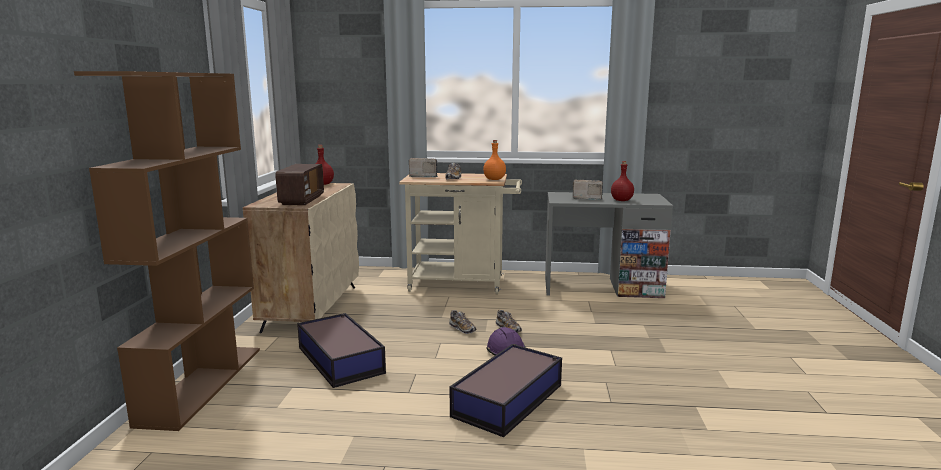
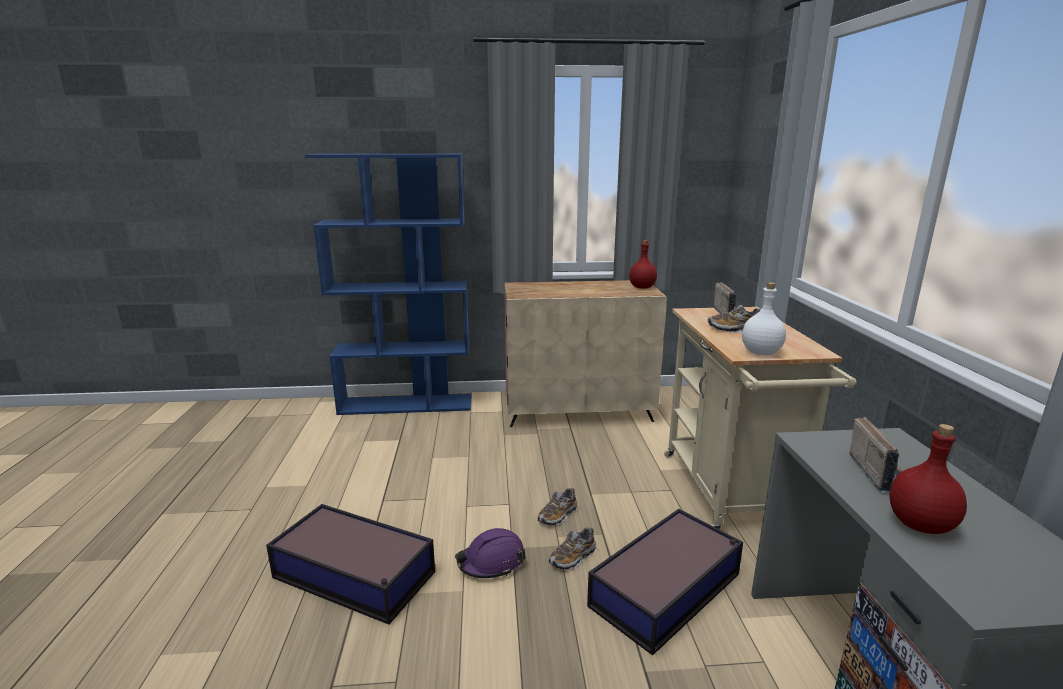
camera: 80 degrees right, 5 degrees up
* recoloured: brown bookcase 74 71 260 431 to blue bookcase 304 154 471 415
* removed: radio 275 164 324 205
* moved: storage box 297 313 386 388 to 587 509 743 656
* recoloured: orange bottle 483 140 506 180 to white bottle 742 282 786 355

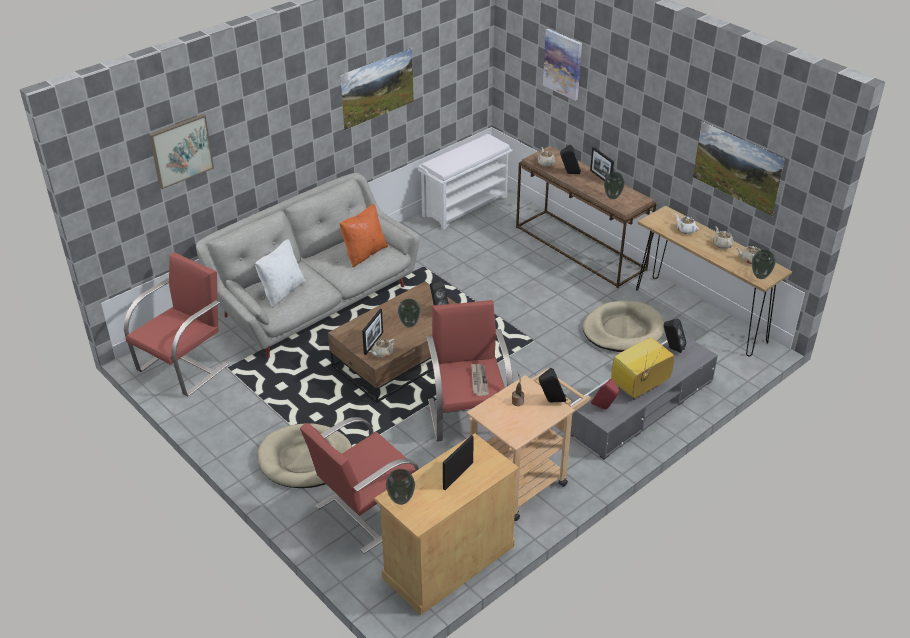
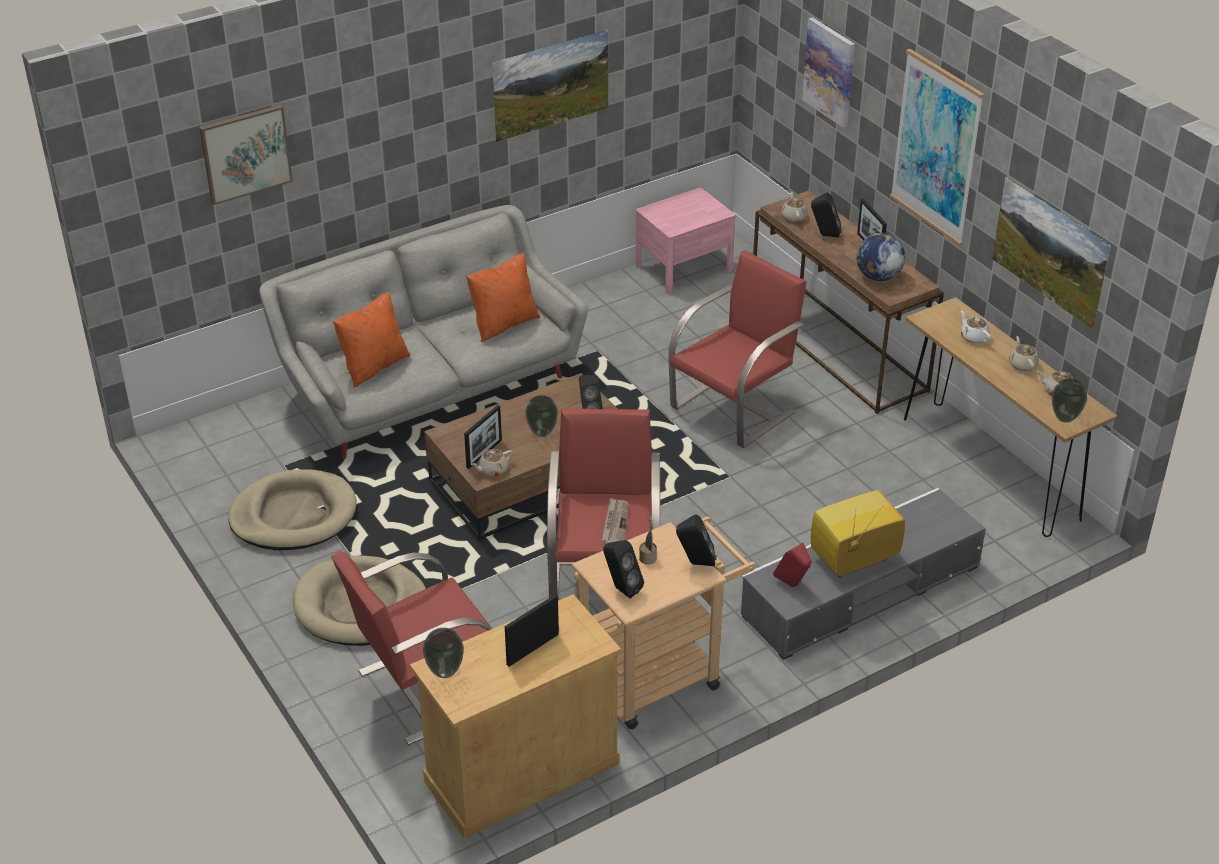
camera: 10 degrees right, 0 degrees up
* moved: red armchair 124 252 229 397 to 668 251 807 448
* recoloured: white pillow 255 239 306 308 to orange pillow 333 292 410 387
* replaced: white bench 418 134 513 230 to pink nightstand 636 188 735 294
* moved: beige dog bed 583 301 665 352 to 228 469 357 550
* replaced: vase 604 172 625 199 to globe 856 233 905 281
* moved: black speaker 664 319 686 353 to 603 540 644 599
* added: picture 890 49 985 246

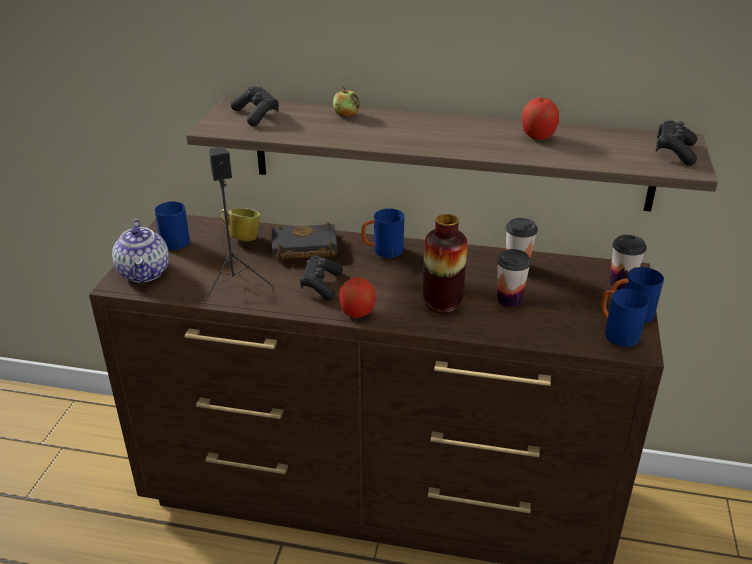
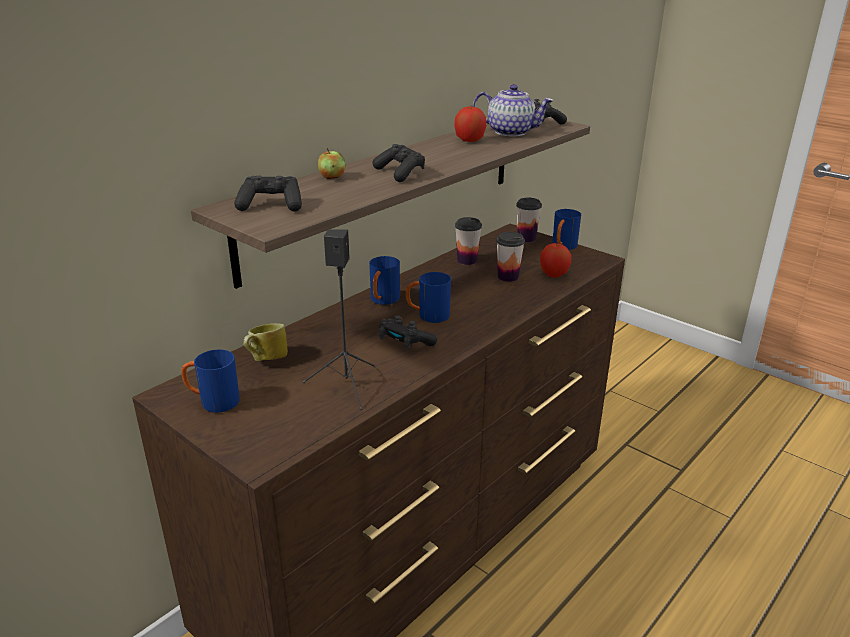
camera: 60 degrees left, 5 degrees down
* moved: teapot 112 219 169 282 to 473 84 553 137
* removed: black book 272 222 337 260
* moved: apple 339 277 376 318 to 540 243 571 278
* removed: vase 423 214 467 313
* moved: blue mug 601 289 649 347 to 406 272 451 323
* added: black game controller 373 144 425 182

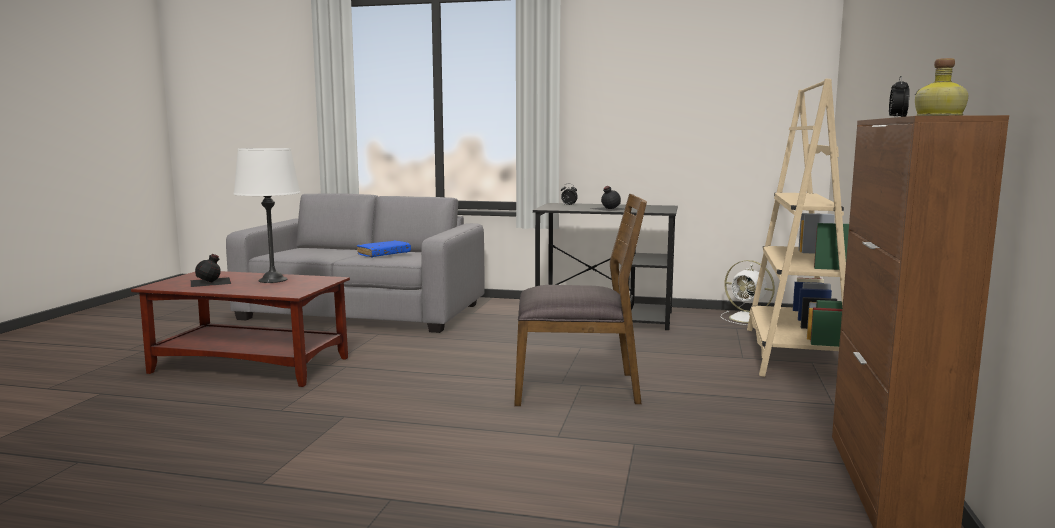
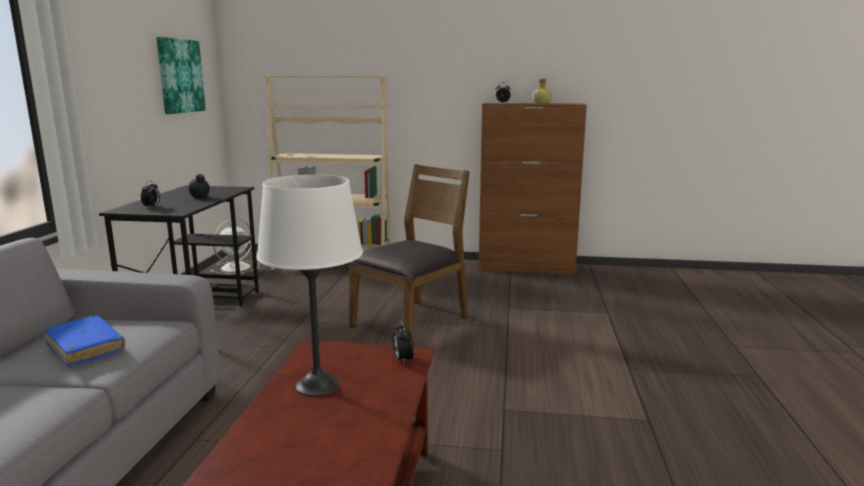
camera: 95 degrees left, 5 degrees up
* removed: black bottle 191 254 231 287
* turned: brown chair 514 193 647 406 = 349 164 470 335 45 degrees clockwise
* added: picture 156 37 206 114
* added: alarm clock 393 321 414 365

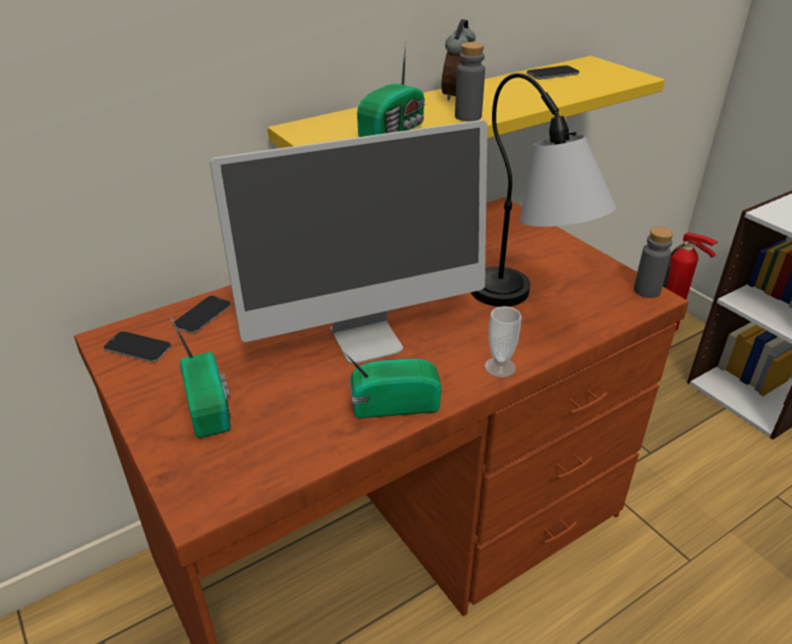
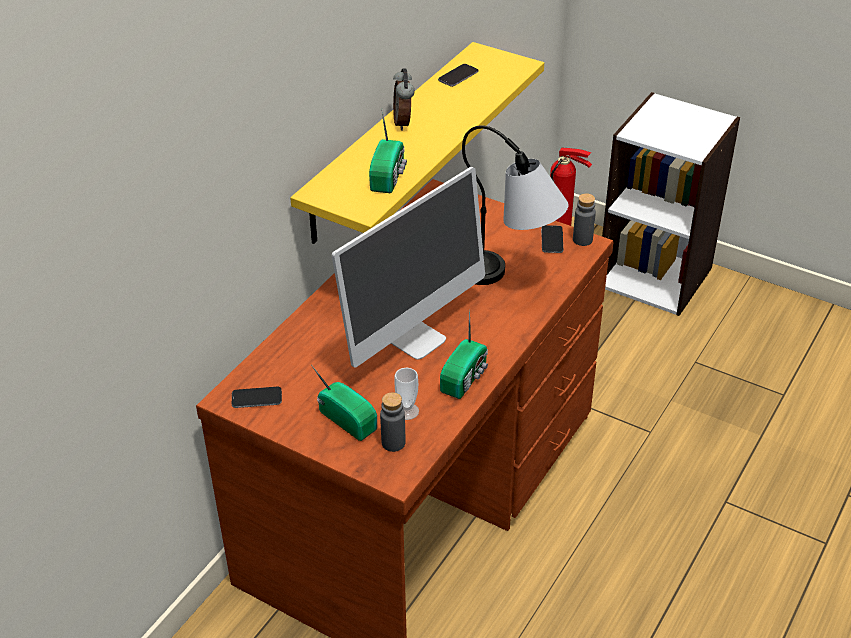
camera: 25 degrees left, 5 degrees up
* moved: phone 173 296 231 333 to 541 225 563 253
* turned: radio 344 352 442 418 = 440 309 488 399 150 degrees clockwise
* moved: grey bottle 455 42 485 121 to 380 392 405 452
* moved: cup 484 306 522 378 to 394 368 419 420

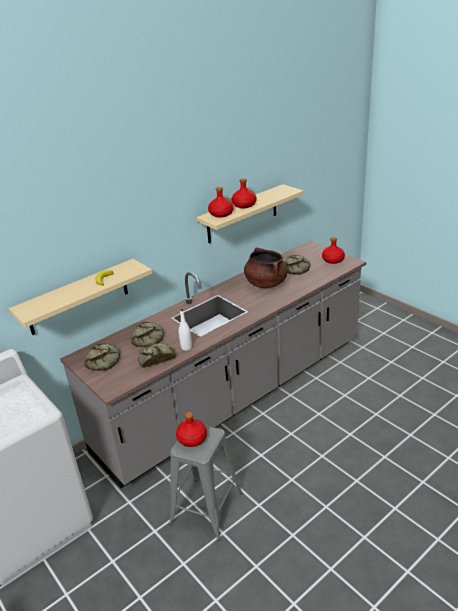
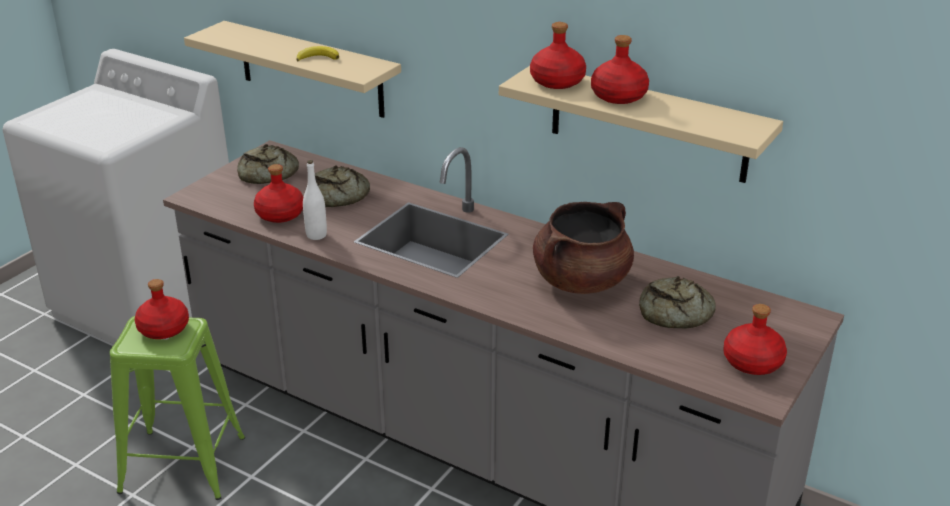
camera: 70 degrees right, 0 degrees up
* replaced: bread 138 343 176 368 to red bottle 254 164 303 223
* recoloured: grey stool 169 425 242 541 to green stool 110 316 245 500

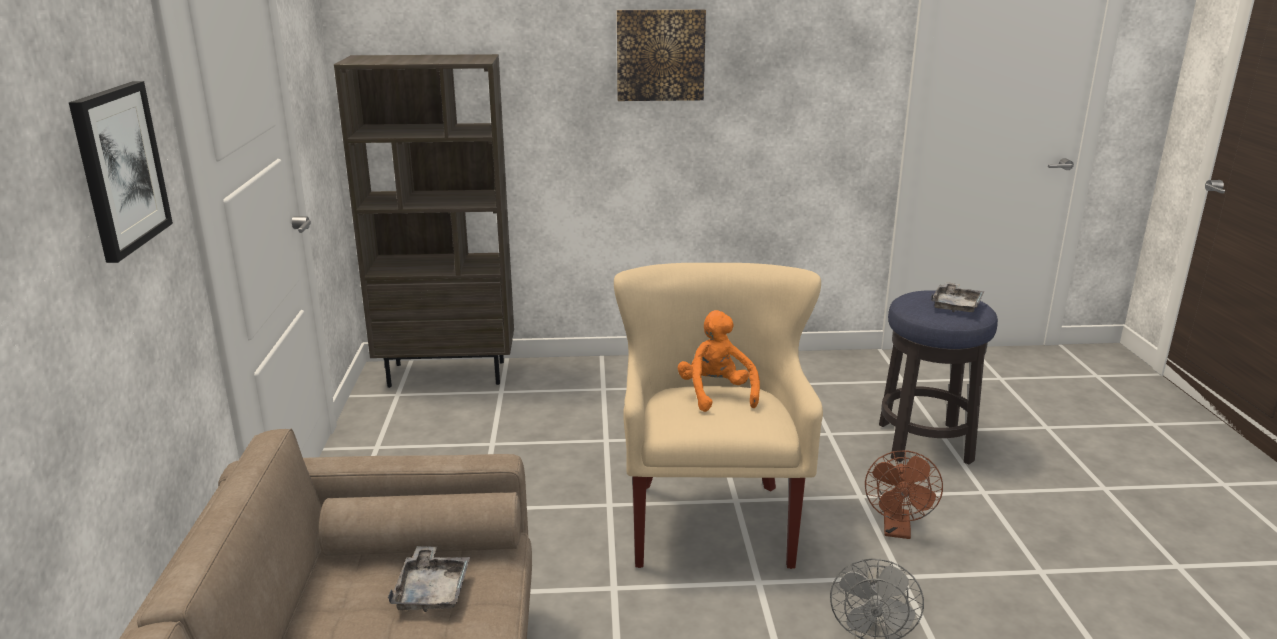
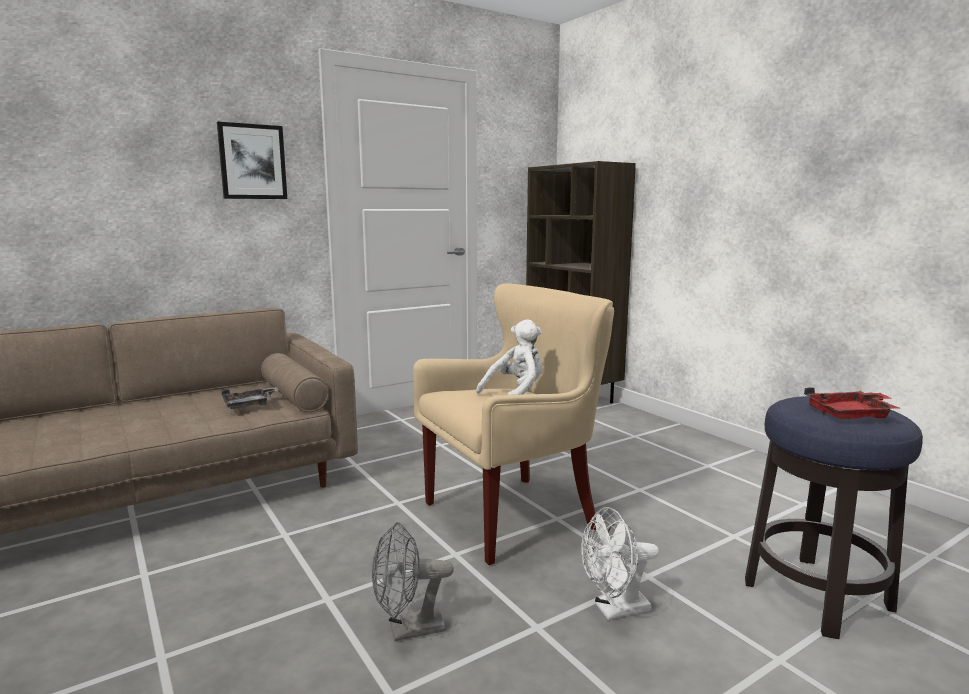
camera: 60 degrees right, 10 degrees down
* removed: picture 617 9 706 101
* recoloured: orange plush toy 678 310 760 412 to white plush toy 476 319 542 395
* recoloured: brown fan 865 450 943 539 to white fan 581 507 659 620
* recoloured: grey tray 931 282 984 312 to red tray 804 387 899 419

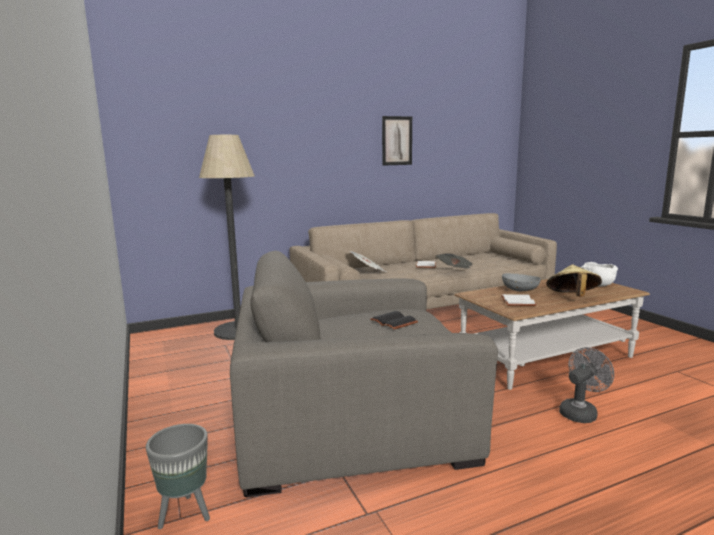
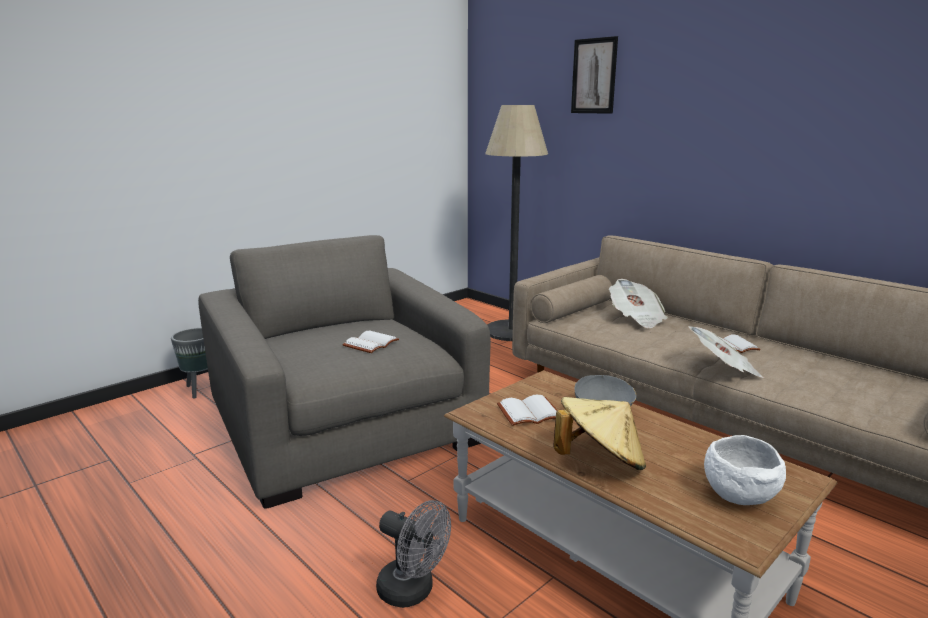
camera: 70 degrees right, 5 degrees up
* recoloured: black book 370 311 418 329 to white book 342 330 399 353
* moved: picture 382 116 412 166 to 571 36 618 114

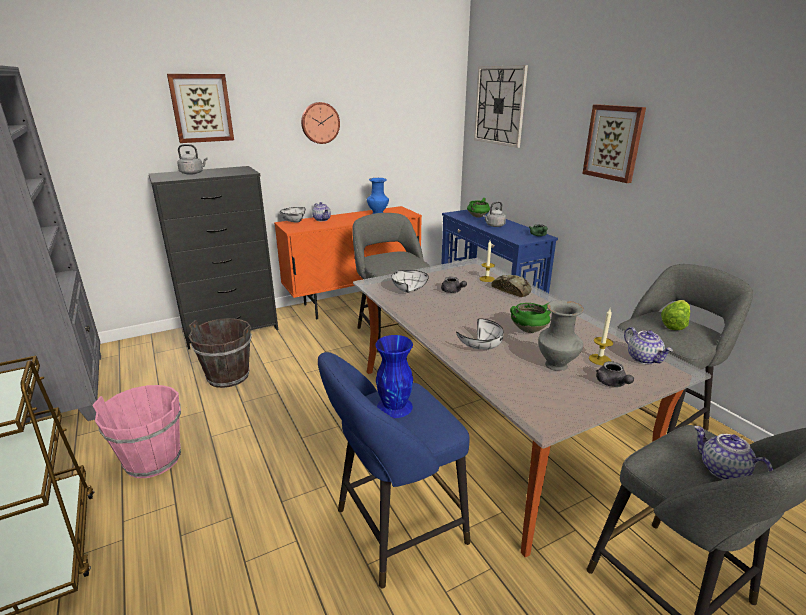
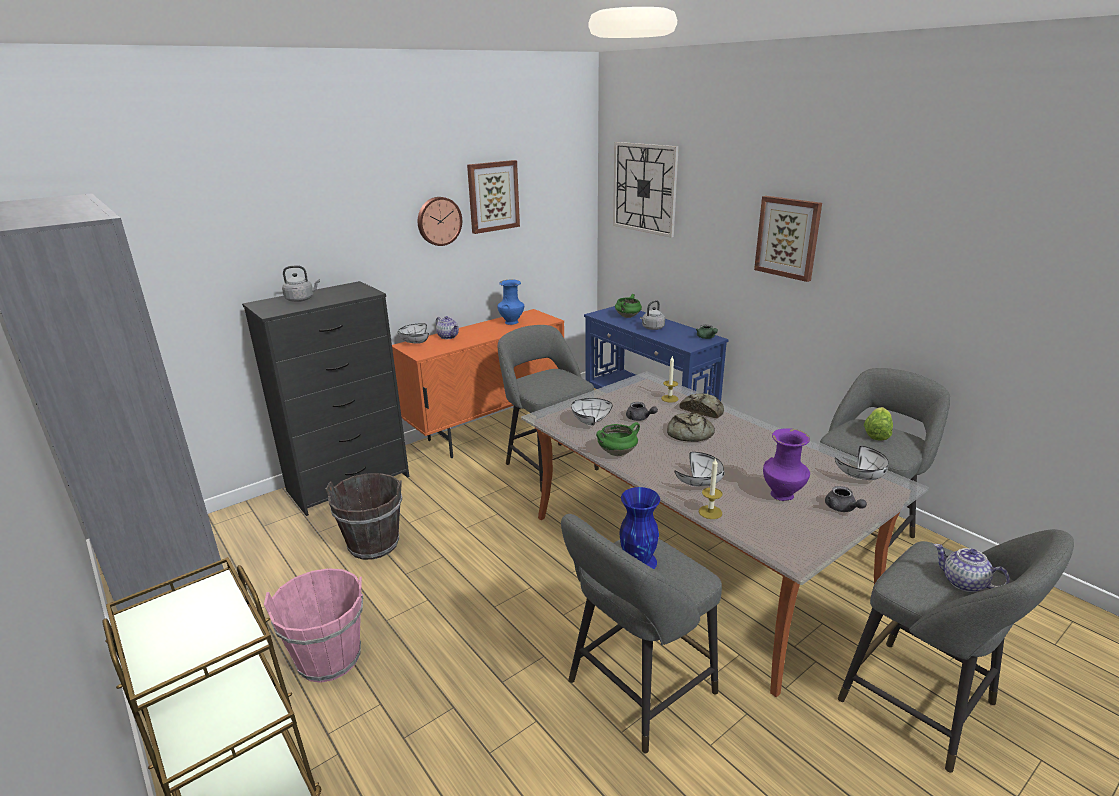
camera: 10 degrees left, 0 degrees up
* moved: picture 167 74 234 143 to 467 160 520 234
* recoloured: blue stool 318 352 470 588 to grey stool 561 514 722 753
* moved: green cooking pot 510 302 551 333 to 596 422 640 456
* recoloured: grey vase 538 300 584 370 to purple vase 763 428 810 501
* moved: candle 589 309 613 365 to 699 458 723 519
* replaced: teapot 624 327 673 364 to white bowl 835 446 888 480
* added: bread 667 412 715 442

